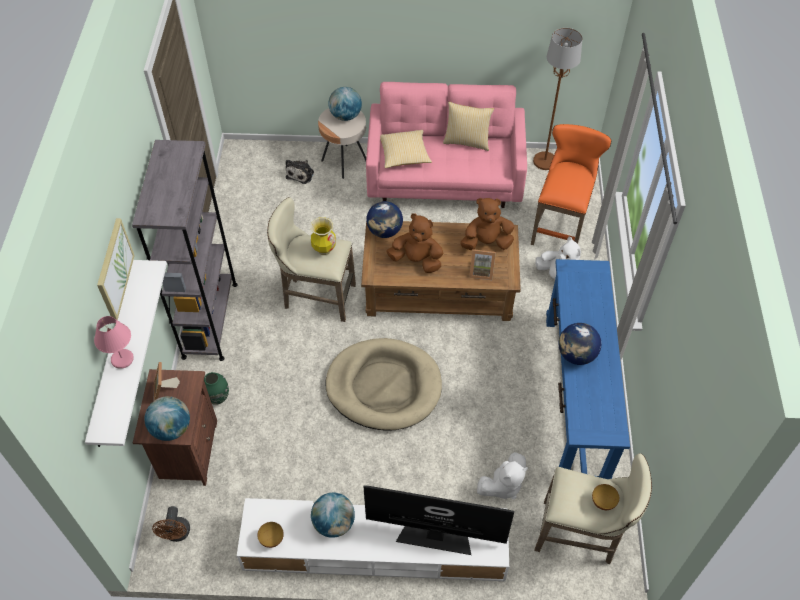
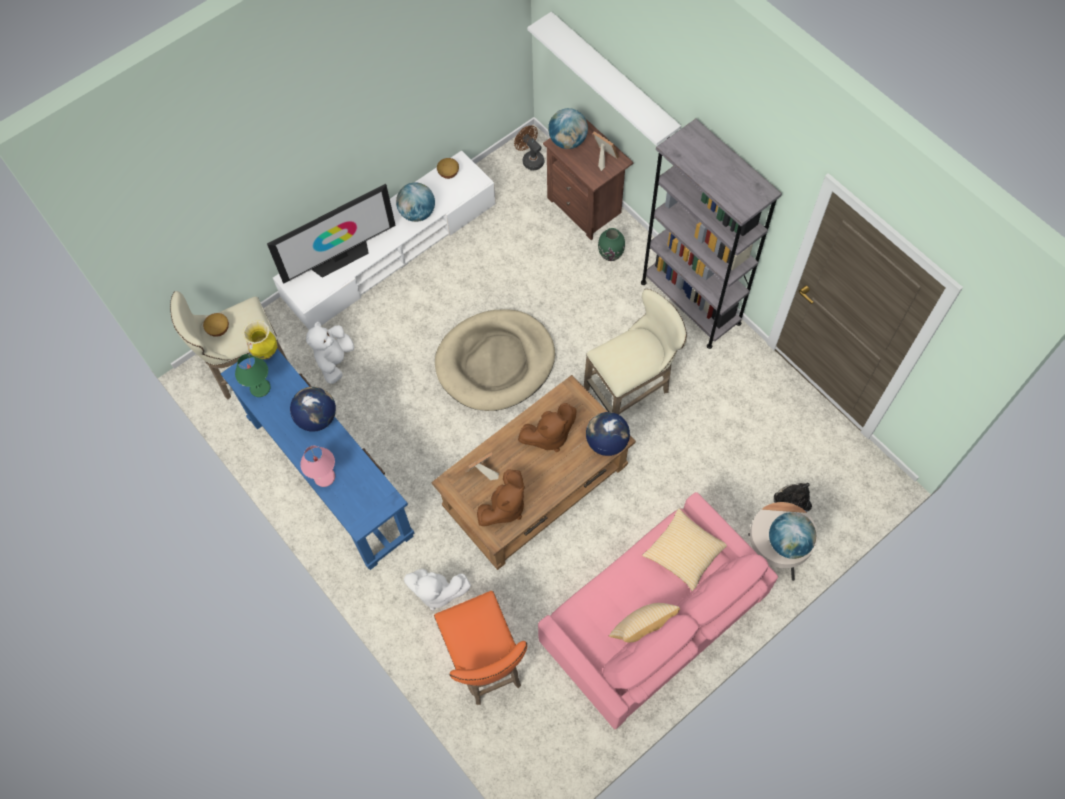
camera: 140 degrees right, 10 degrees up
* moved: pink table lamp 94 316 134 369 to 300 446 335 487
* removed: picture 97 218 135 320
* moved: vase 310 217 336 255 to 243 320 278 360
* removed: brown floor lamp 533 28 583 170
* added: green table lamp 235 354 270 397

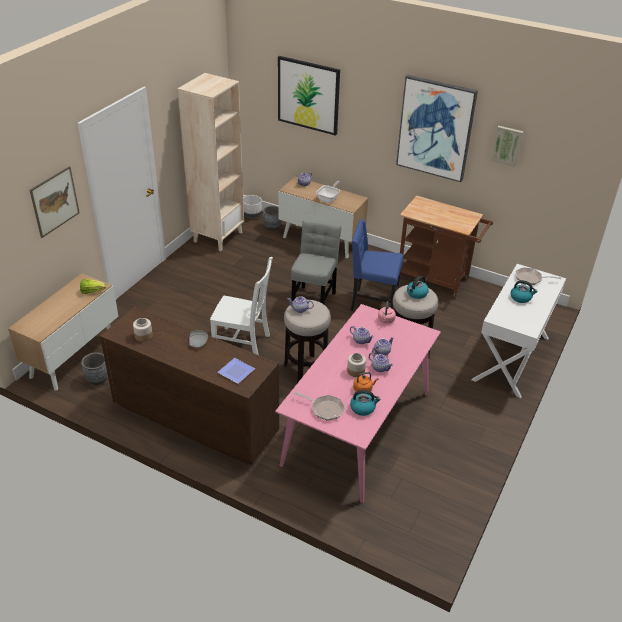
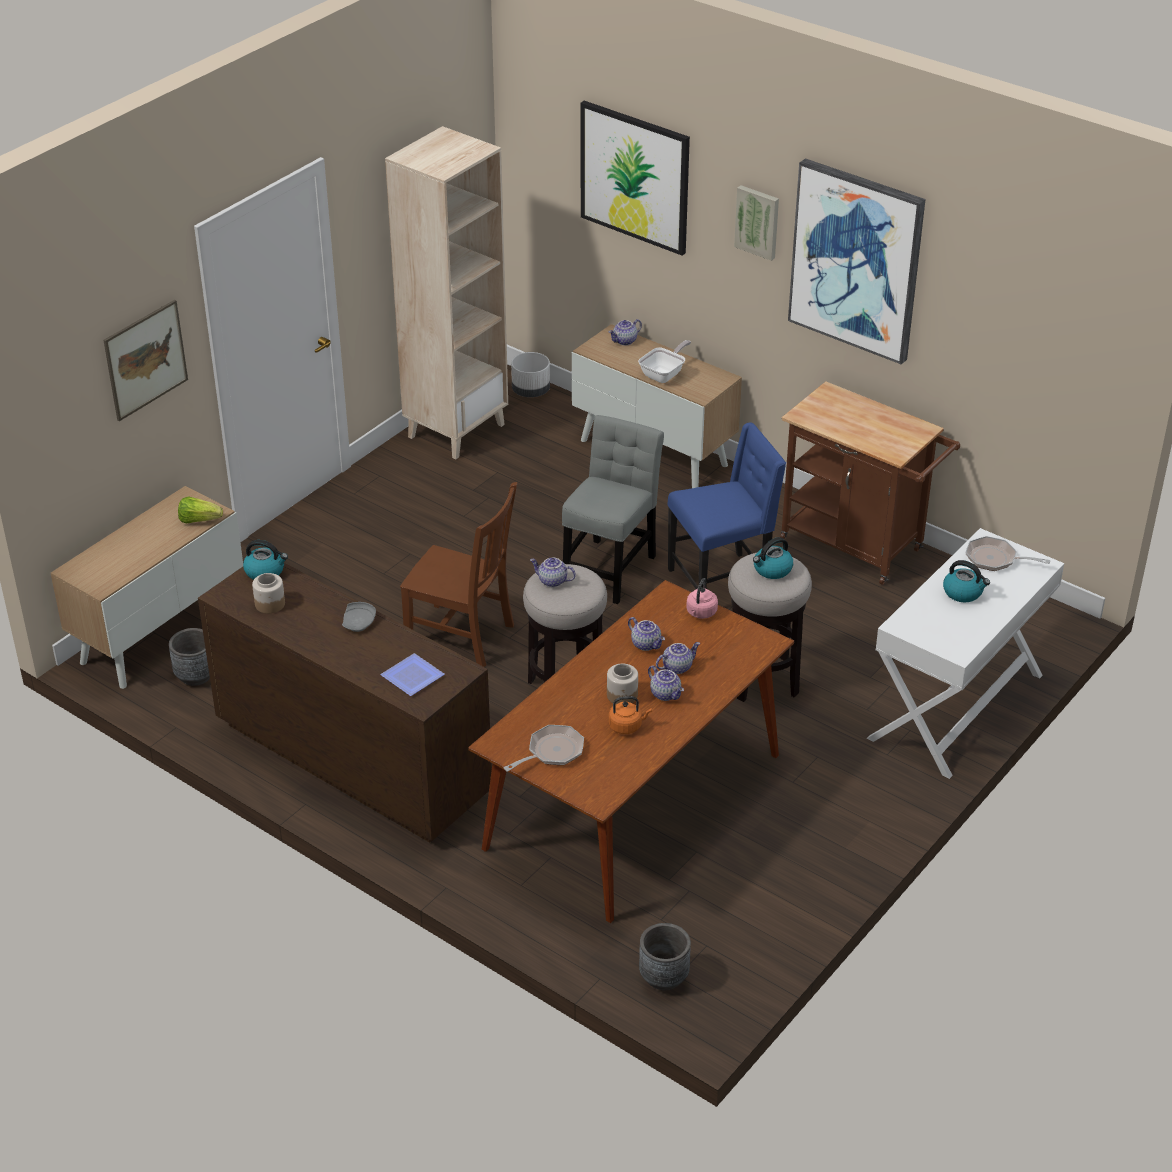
camera: 10 degrees right, 0 degrees up
* recoloured: white chair 210 257 273 355 to brown chair 400 482 517 667
* moved: grey planter 263 206 282 231 to 639 923 691 990
* recoloured: pink dining table 275 304 441 503 to brown dining table 468 580 794 923
* turned: frying pan 294 391 345 421 = 503 725 584 772 75 degrees counterclockwise
* moved: kettle 350 390 381 416 to 243 540 288 580
* turned: blue chair 351 219 403 311 = 667 422 786 589 135 degrees clockwise
* moved: picture 491 126 524 167 to 734 185 779 261

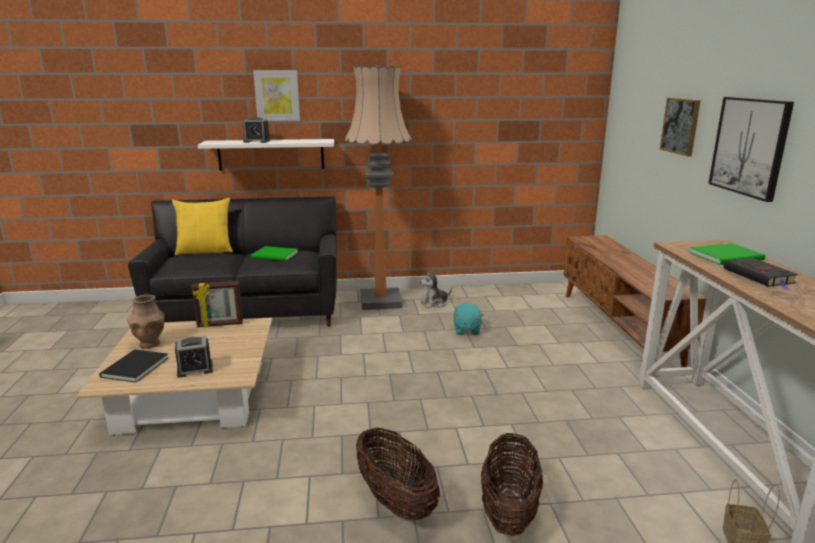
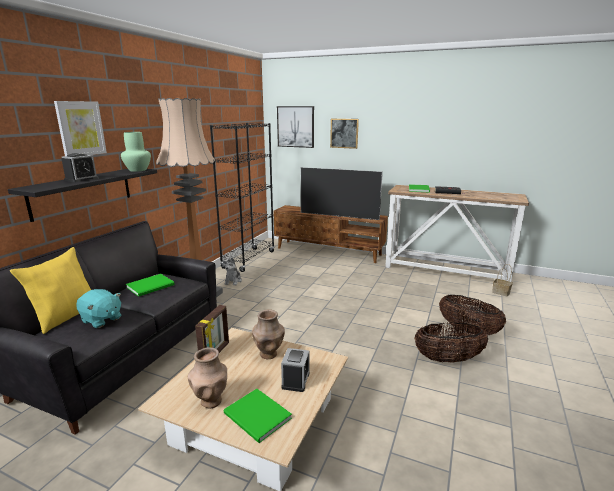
camera: 60 degrees left, 0 degrees up
* recoloured: black book 99 350 168 383 to green book 224 389 292 443
* recoloured: white shelf 198 139 334 171 to black shelf 8 169 157 222
* moved: turquoise plush toy 453 303 484 335 to 76 289 122 328
* moved: picture 708 97 794 202 to 277 106 314 148
* added: green vase 121 132 151 172
* added: black bookcase 210 123 275 272
* added: brown vase 252 309 285 359
* added: television 301 167 383 220

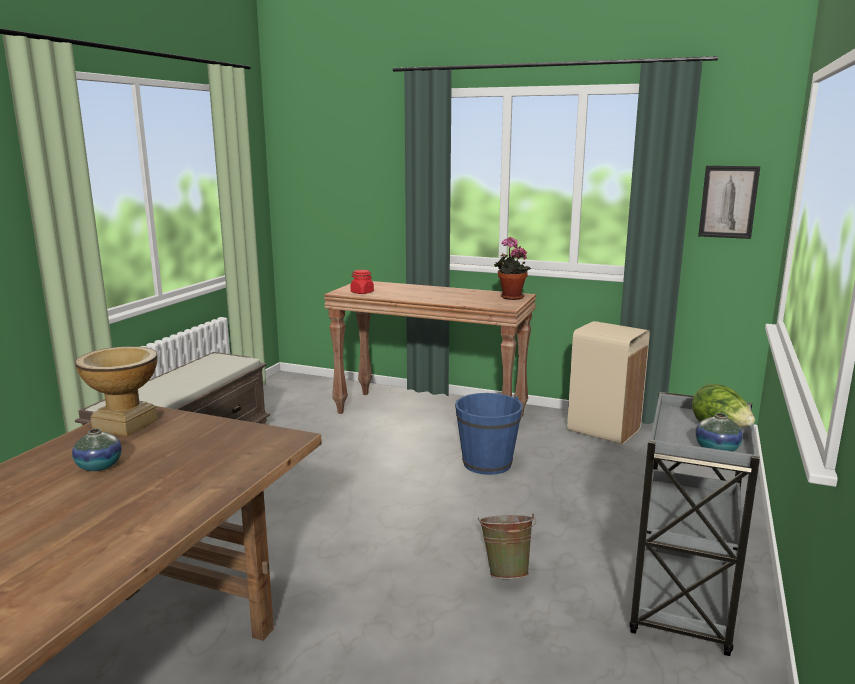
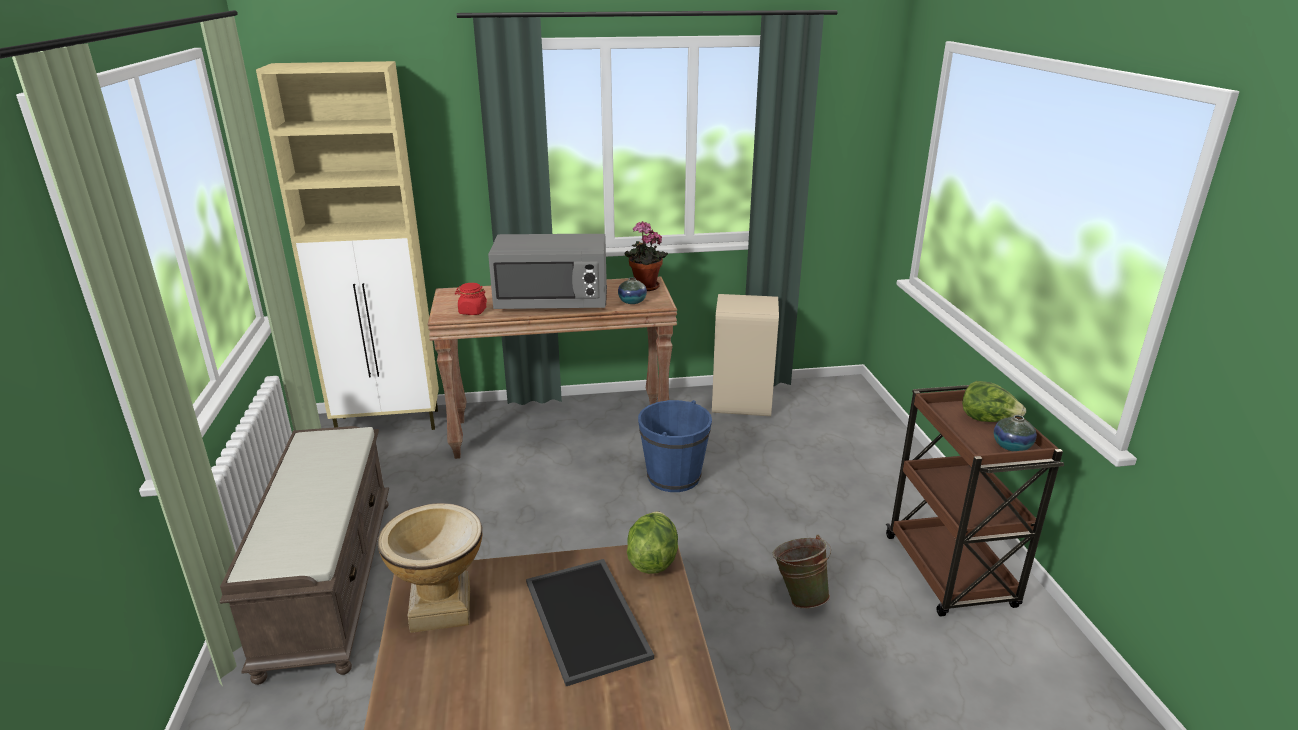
camera: 30 degrees left, 10 degrees up
* moved: vase 72 429 122 471 to 618 277 647 304
* recoloured: grey cart 629 392 760 656 to brown cart 886 385 1064 617
* removed: picture 698 166 760 239
* added: beige cabinet 256 61 439 430
* added: grey microwave 488 234 607 309
* added: tray 526 559 654 686
* added: lettuce 627 511 678 574

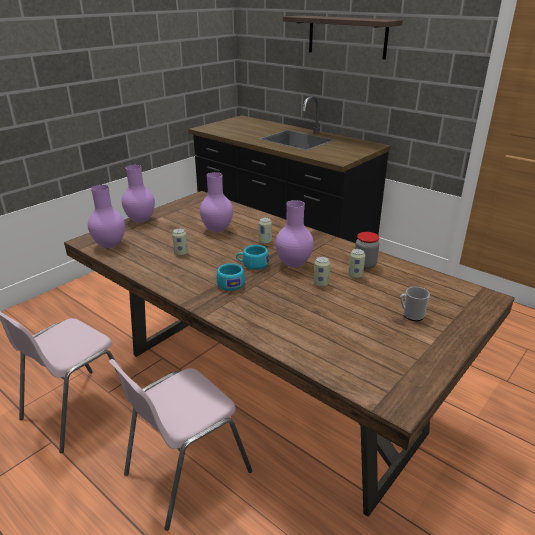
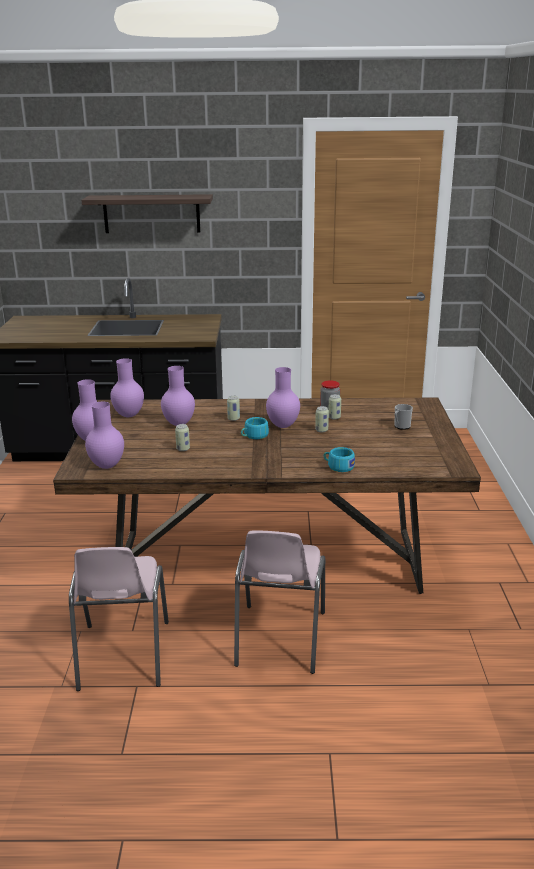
camera: 40 degrees left, 5 degrees down
* moved: turquoise cup 217 263 245 291 to 324 447 355 472
* added: purple vase 110 358 144 417

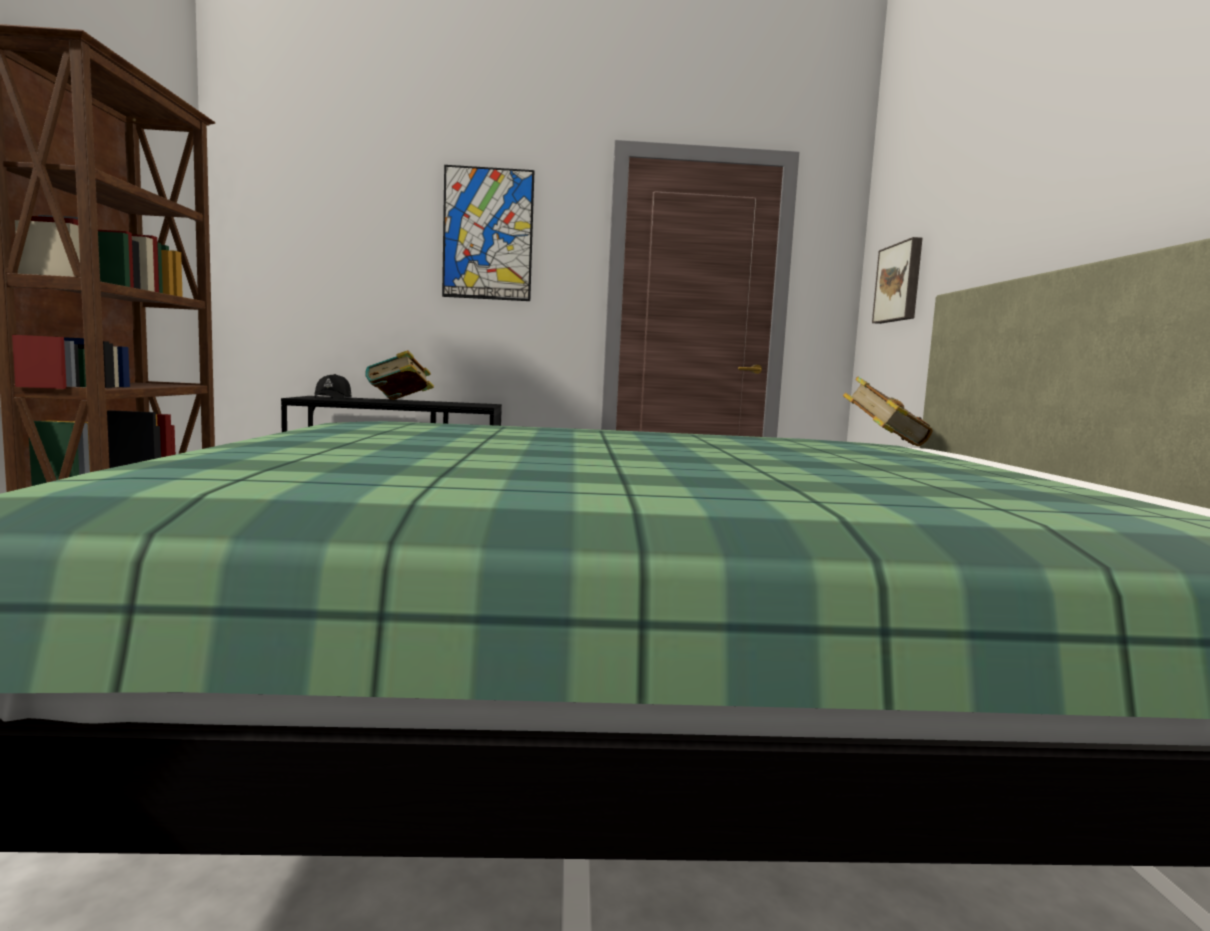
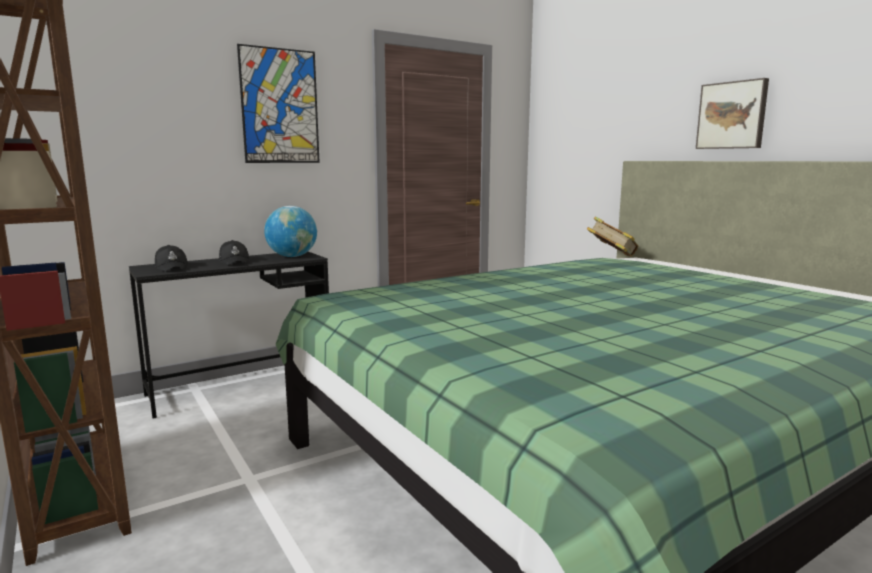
camera: 30 degrees left, 5 degrees up
* replaced: book 365 350 434 400 to black cap 219 240 250 266
* moved: picture 872 237 923 324 to 696 78 769 149
* added: globe 264 206 317 257

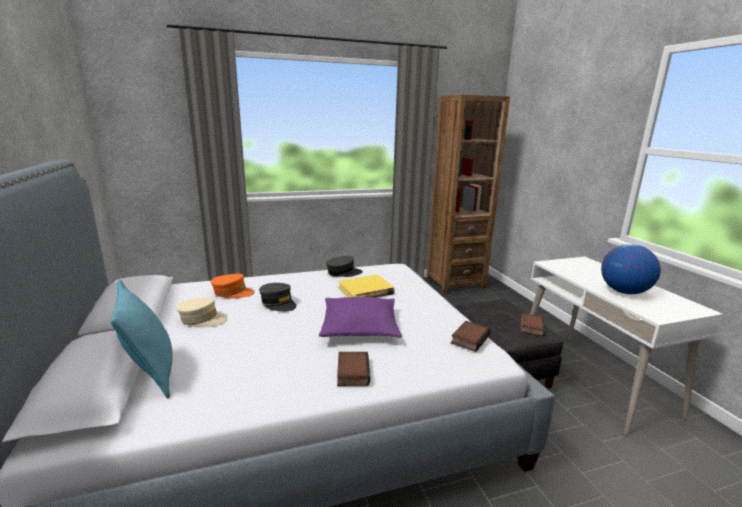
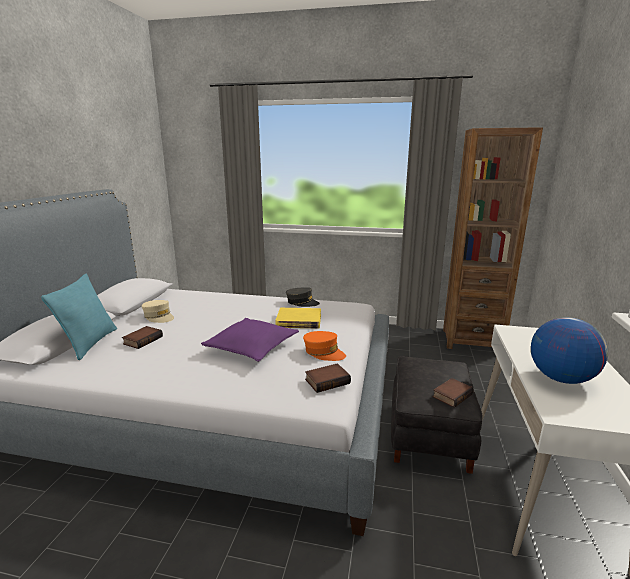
camera: 30 degrees right, 0 degrees up
* moved: orange cap 211 274 255 299 to 303 331 346 361
* removed: grey cap 259 283 296 312
* moved: book 337 352 370 386 to 122 326 163 349

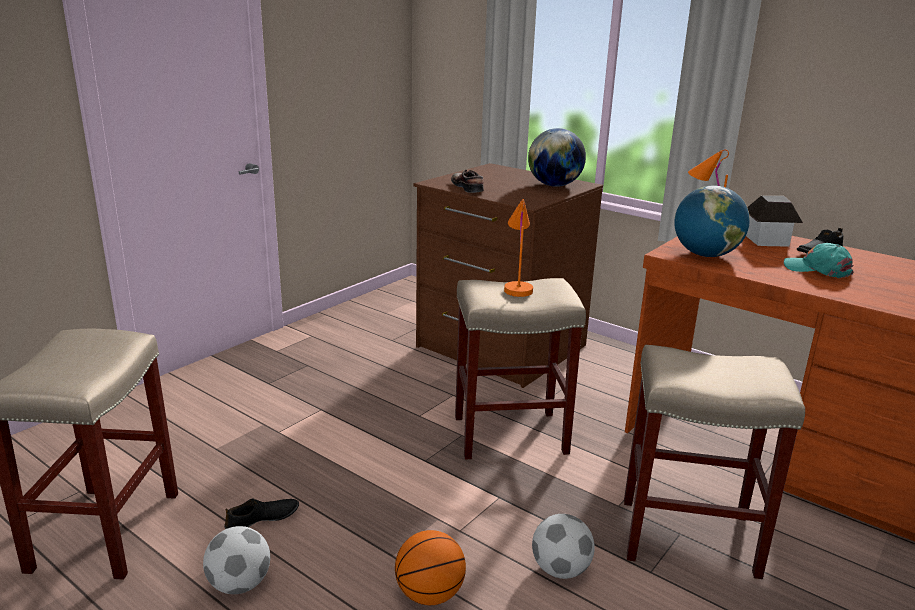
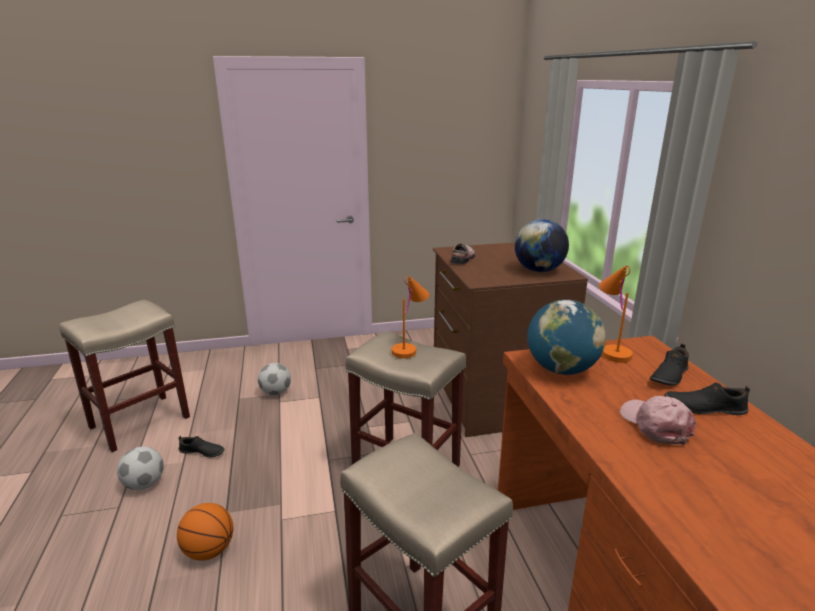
camera: 40 degrees right, 0 degrees up
* moved: football 532 514 595 579 to 258 363 291 395
* replaced: toy house 746 196 803 247 to black shoe 650 344 689 386
* recoloured: turquoise cap 784 243 854 278 to pink cap 620 396 696 445

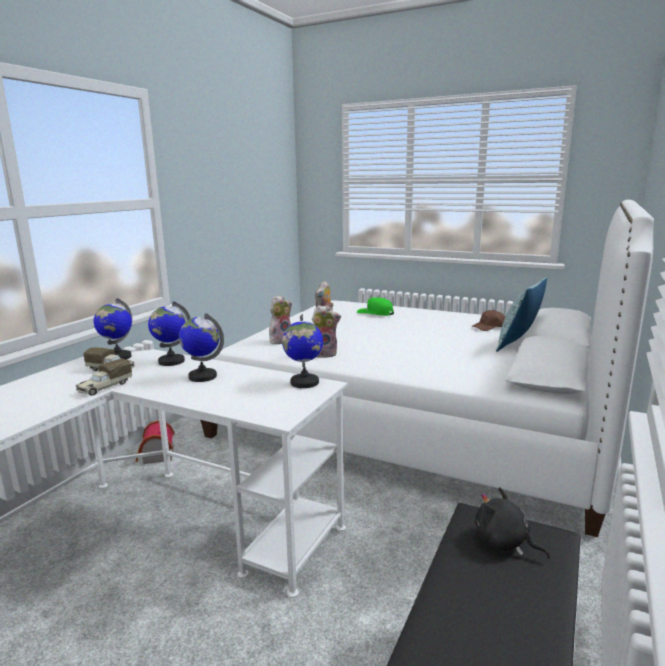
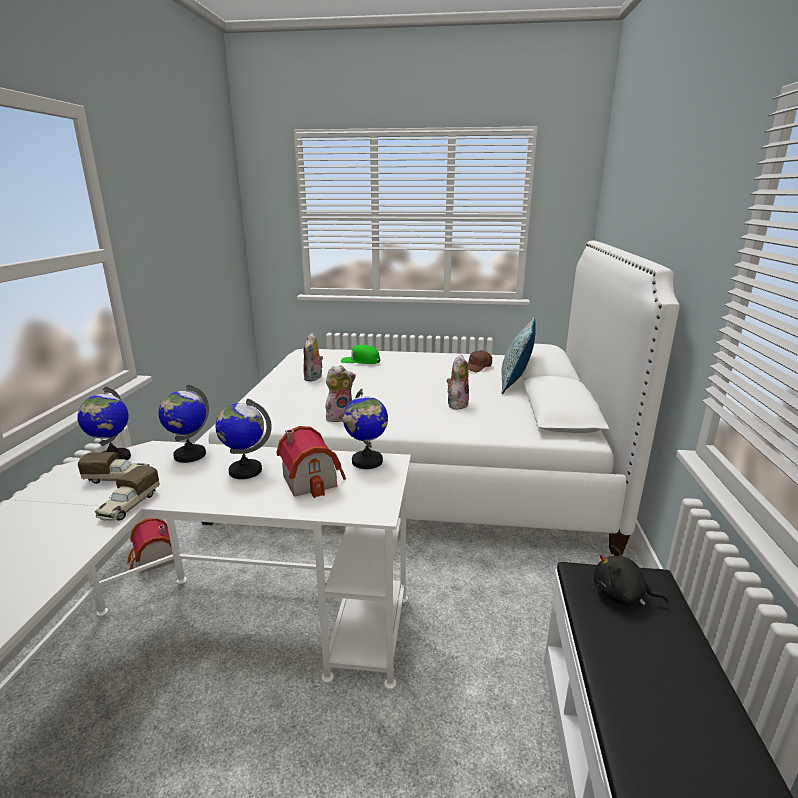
camera: 20 degrees left, 5 degrees up
* moved: plush toy 269 295 292 344 to 447 355 469 410
* added: toy house 277 426 346 498

